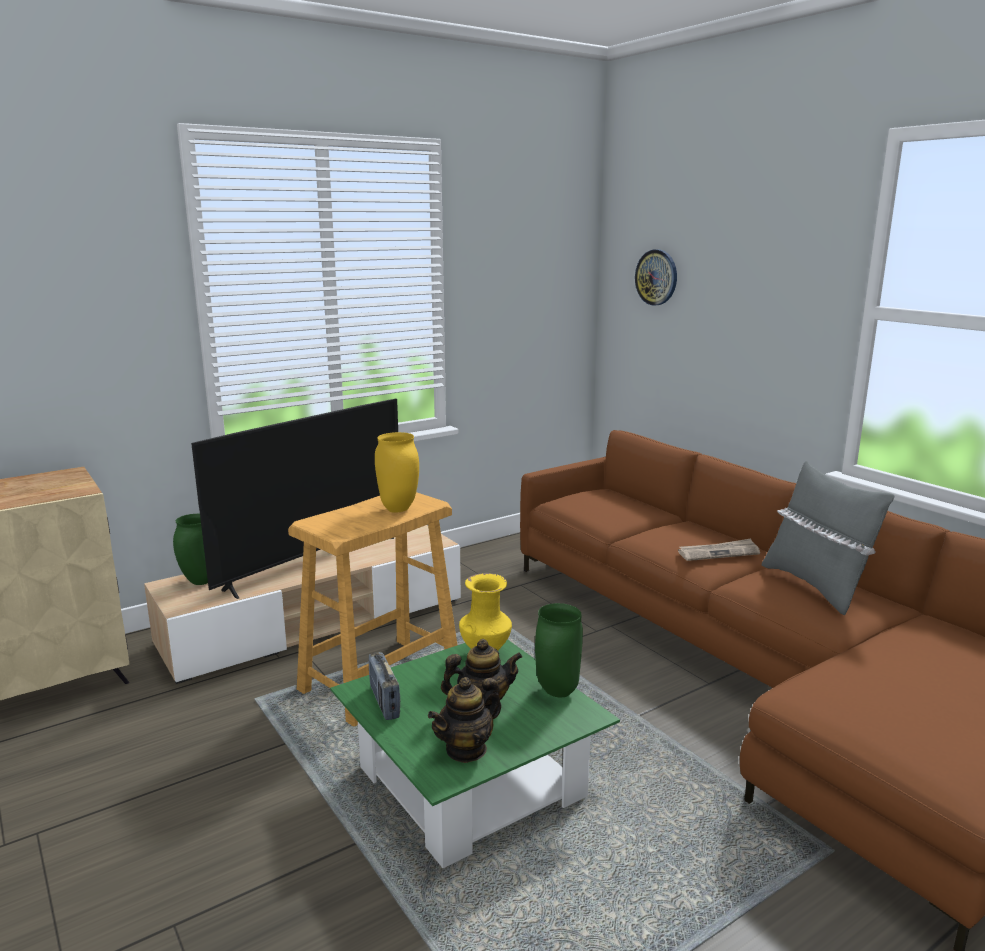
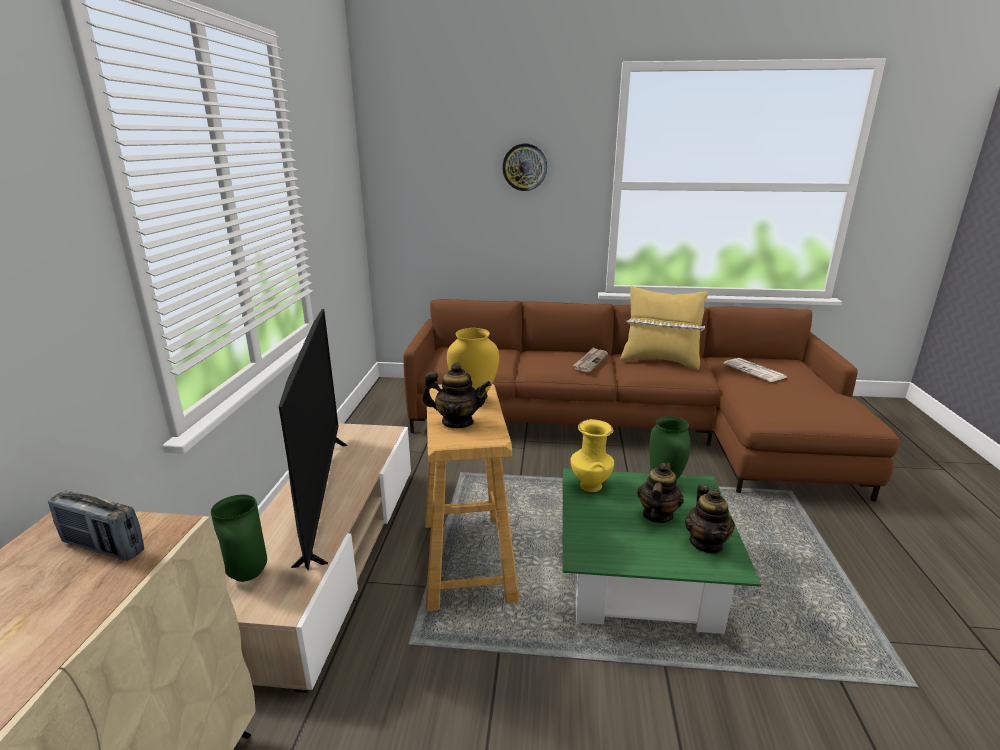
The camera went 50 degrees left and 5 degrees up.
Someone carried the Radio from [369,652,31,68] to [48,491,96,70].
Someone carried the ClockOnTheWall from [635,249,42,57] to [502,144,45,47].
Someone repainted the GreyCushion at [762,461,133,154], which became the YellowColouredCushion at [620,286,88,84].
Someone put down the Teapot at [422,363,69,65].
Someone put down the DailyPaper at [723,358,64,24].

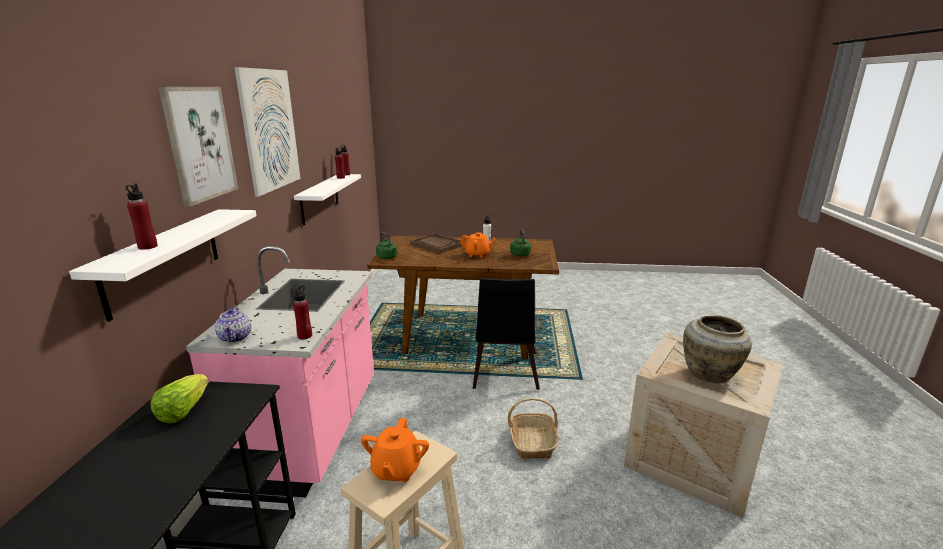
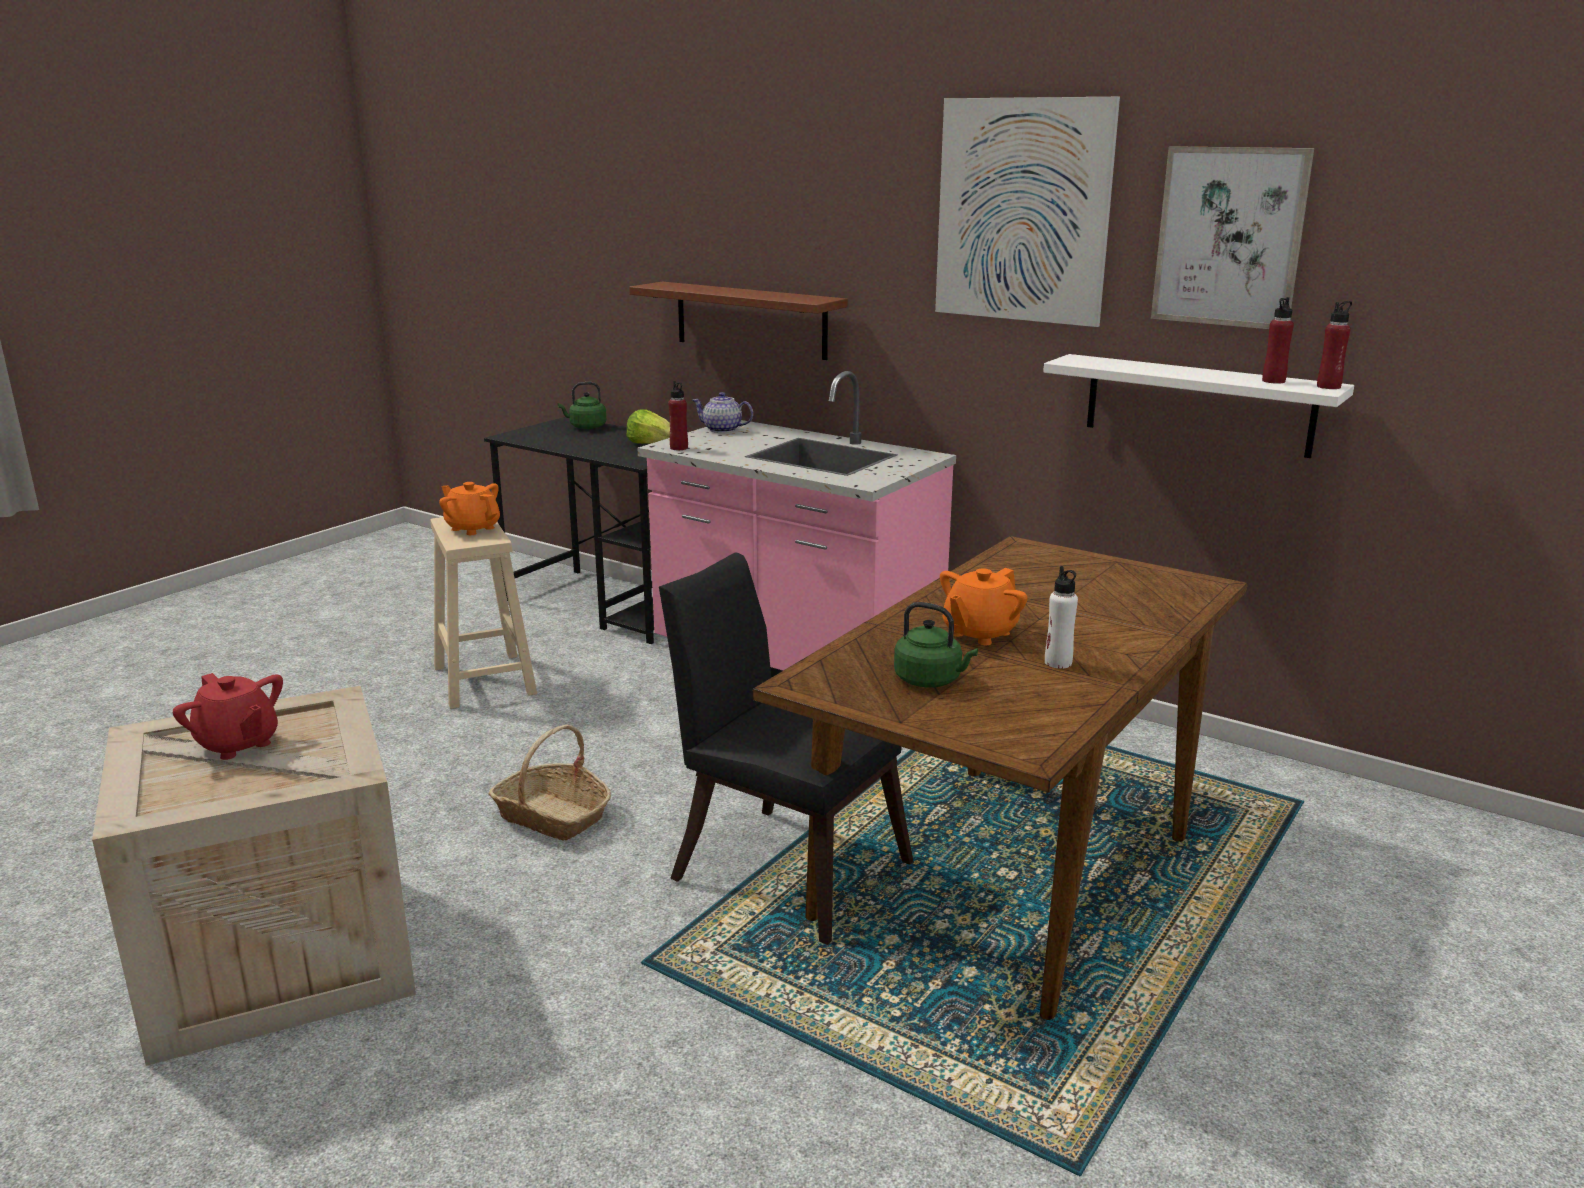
The camera went 120 degrees right and 0 degrees up.
Someone repainted the WhitishBracketShelf at [69,209,188,113], which became the BrownishBracketShelf at [629,282,219,78].
Someone took away the RedColouredDrinkBottle at [125,183,33,67].
Someone carried the WallPicture from [159,87,79,120] to [1151,146,163,183].
Someone carried the GreenTeaKettle from [376,232,22,27] to [558,382,48,47].
Someone took away the BrownishServingTray at [410,234,52,20].
Someone swapped the BeigeColouredVase at [683,315,69,68] for the RedColouredTeapot at [173,673,110,87].

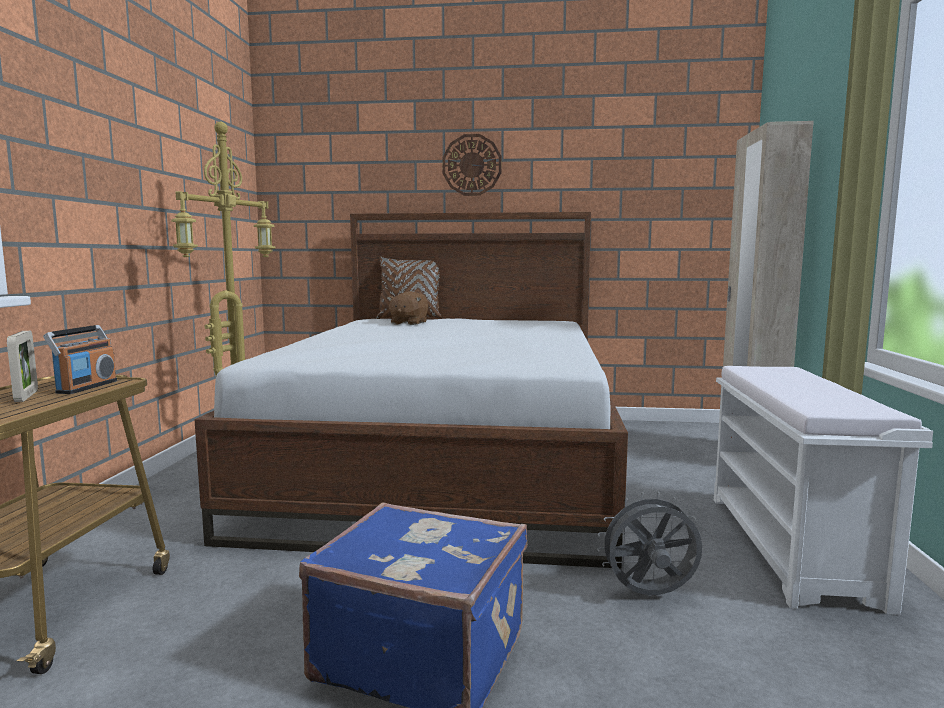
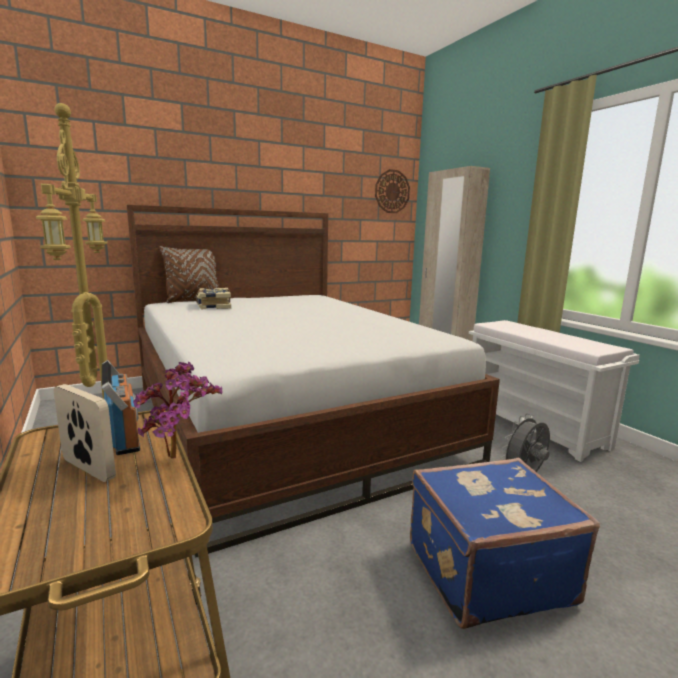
The camera went 35 degrees left and 5 degrees up.
Someone swapped the BrownishPlushToy at [387,291,41,34] for the BoundBook at [196,288,35,21].
Someone carried the ClockOnTheWall from [442,134,60,62] to [375,169,35,44].
Someone put down the PlantInAPot at [133,361,90,97].

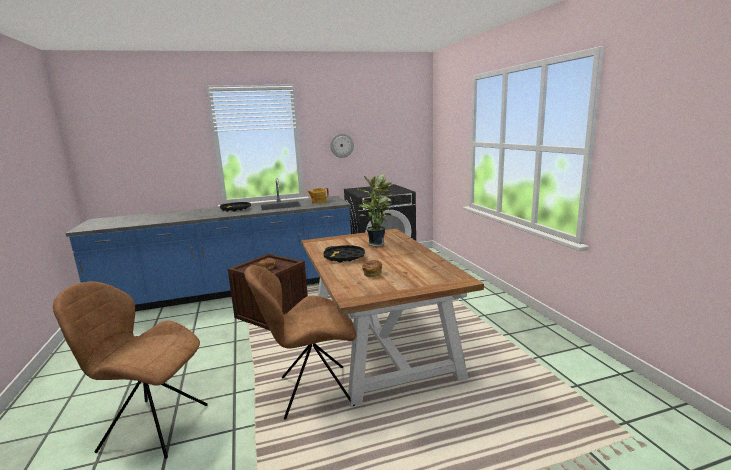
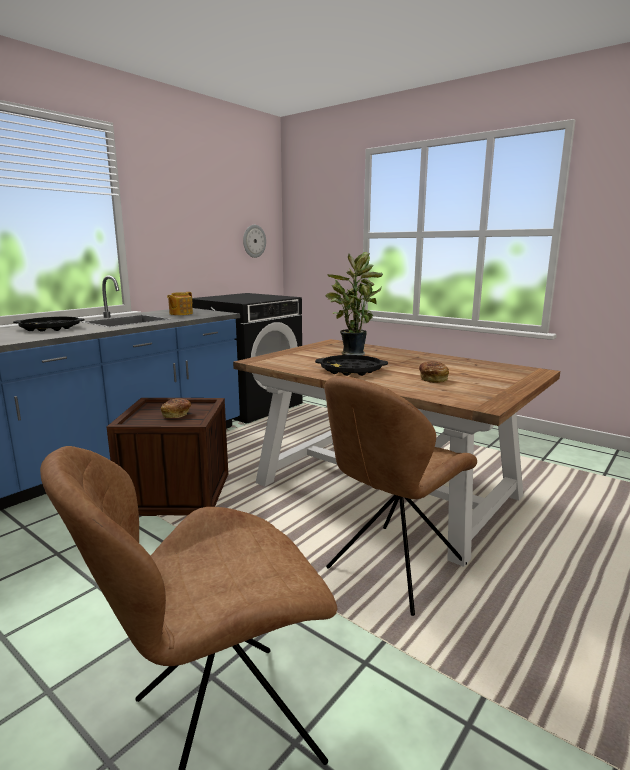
The camera went 35 degrees left and 0 degrees up.
Someone carried the ClockOnTheWall from [330,133,24,25] to [243,225,23,33].

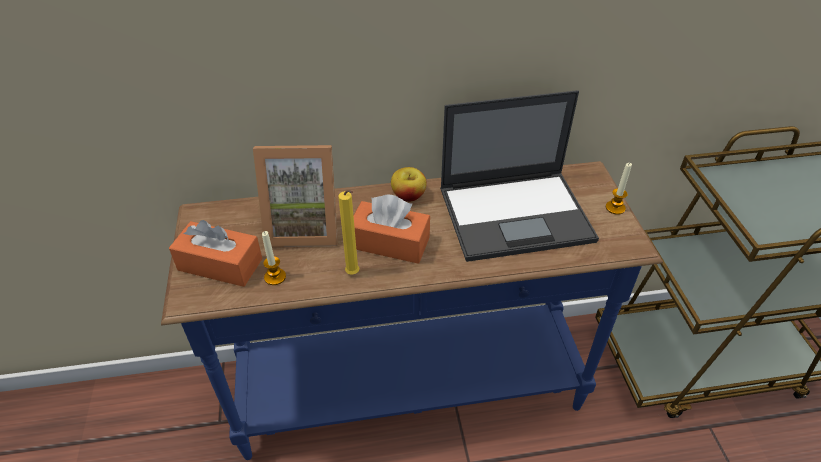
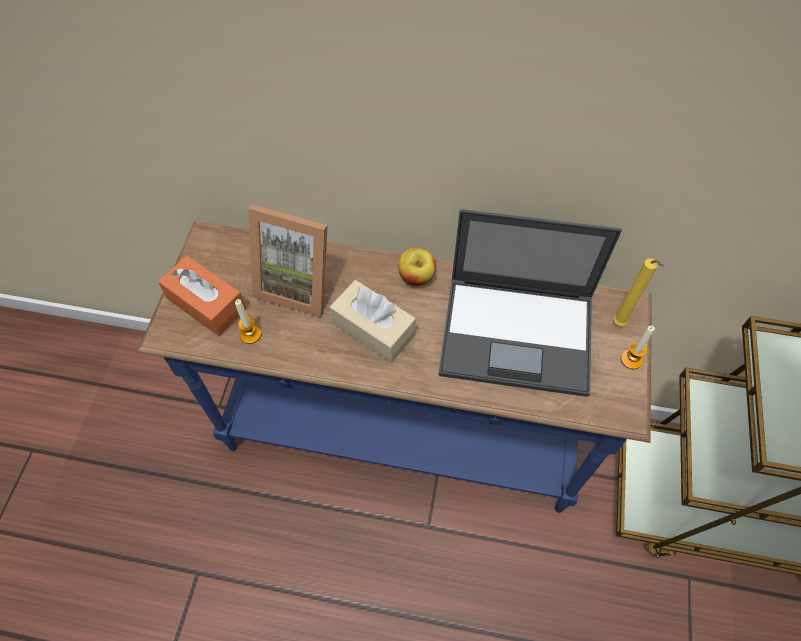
The camera went 20 degrees right and 15 degrees up.
Someone carried the YellowColouredWaxLight from [338,190,22,85] to [613,258,51,68].
Someone repainted the OrangeColouredBoxOfTissues at [353,194,77,70], which became the BeigeColouredBoxOfTissues at [330,280,86,83].

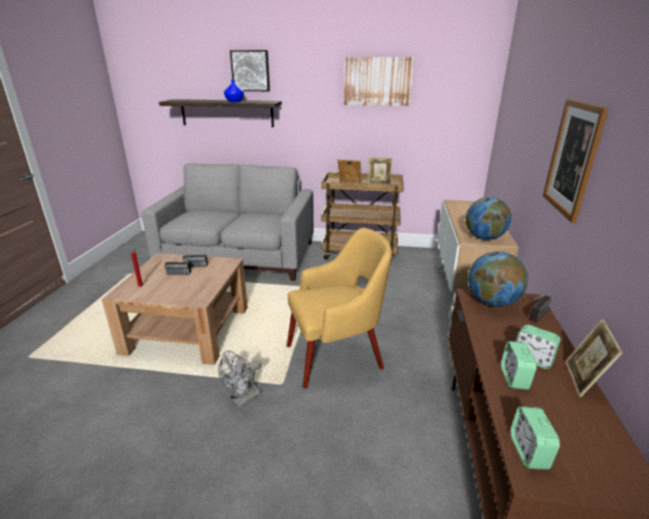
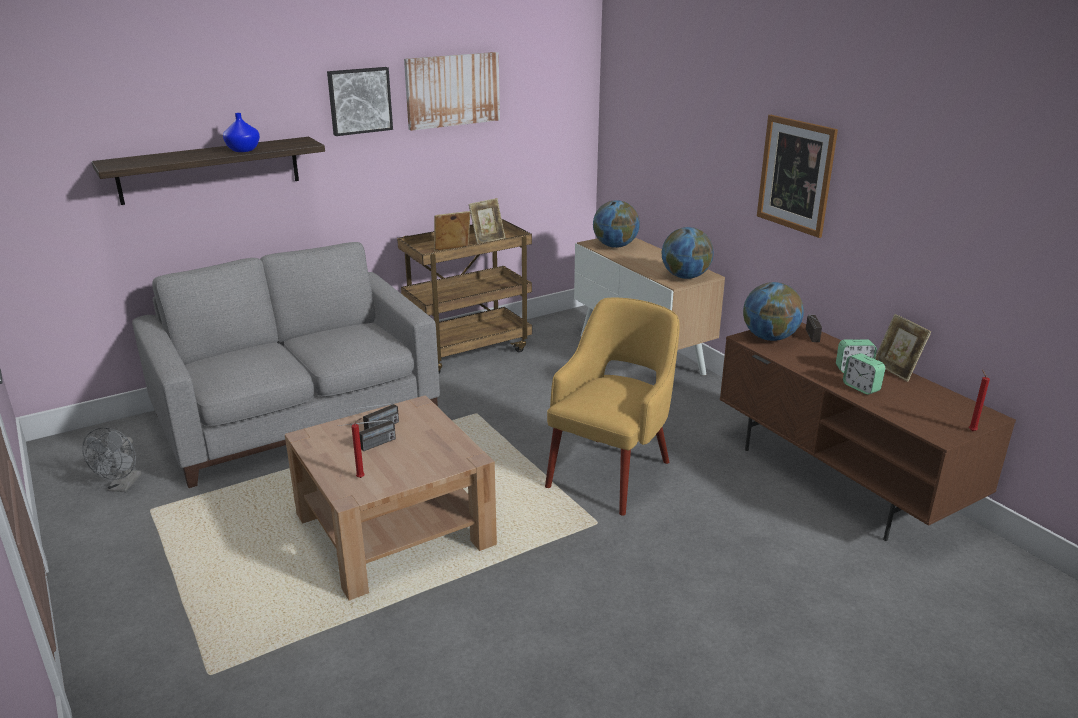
The camera went 40 degrees left and 0 degrees up.
Someone carried the GreyCoolingFan from [218,351,43,56] to [82,427,60,65].
Someone carried the WallPicture from [230,50,40,41] to [327,67,66,69].
Someone took away the AlarmClock at [510,406,50,63].
Someone put down the Globe at [593,200,47,48].
Someone put down the RedColouredWaxLight at [969,369,21,62].

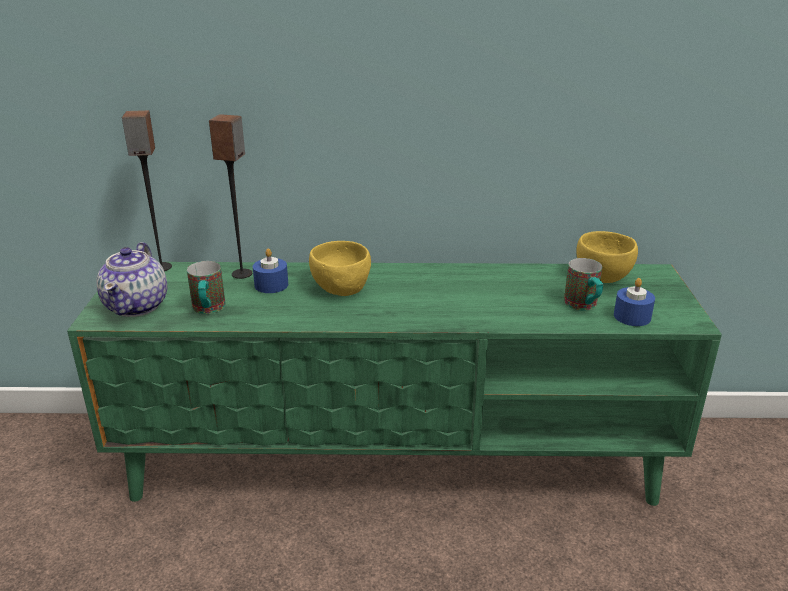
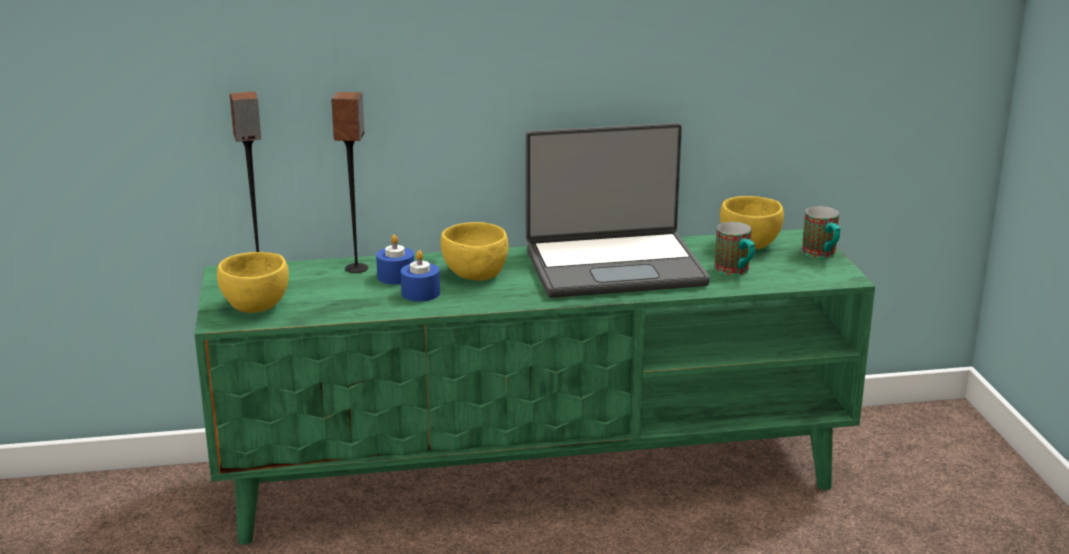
The camera went 10 degrees left and 5 degrees down.
Someone swapped the Teapot at [96,242,71,75] for the YellowColouredDeepDish at [217,252,72,61].
Someone carried the TeaMug from [187,261,39,53] to [802,206,38,52].
Someone carried the BluishWaxLight from [614,278,41,48] to [401,250,39,52].
Someone put down the PortableComputer at [526,123,184,175].

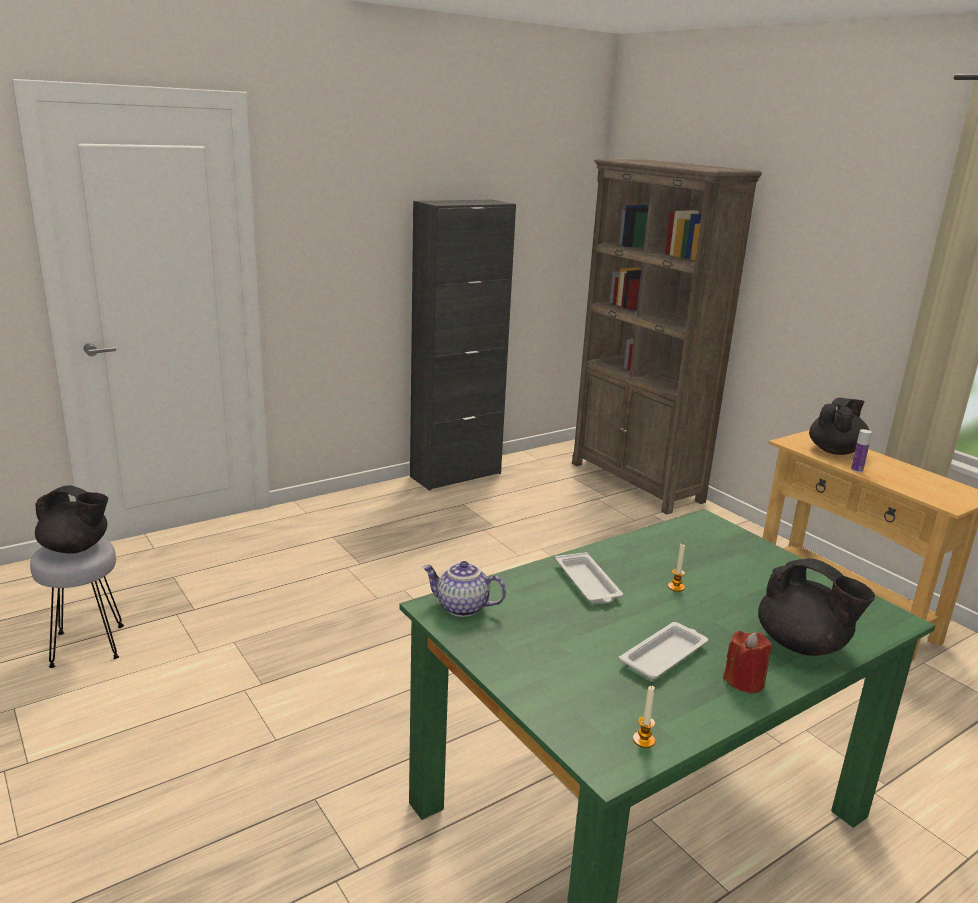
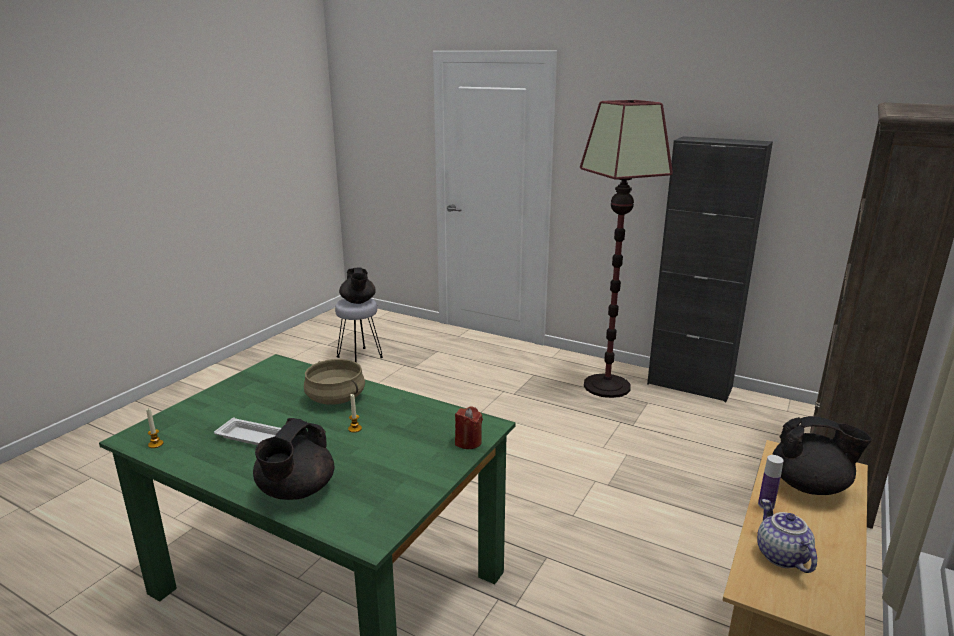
The camera went 65 degrees right and 0 degrees up.
Someone carried the Teapot from [422,561,84,56] to [757,499,60,74].
Someone swapped the WhitishServingTray at [555,552,68,51] for the BeigeColouredStockpot at [304,359,61,46].
Someone carried the RedColouredWaxLight from [723,631,49,63] to [455,406,28,43].
Someone put down the StandardLamp at [580,100,93,298].

